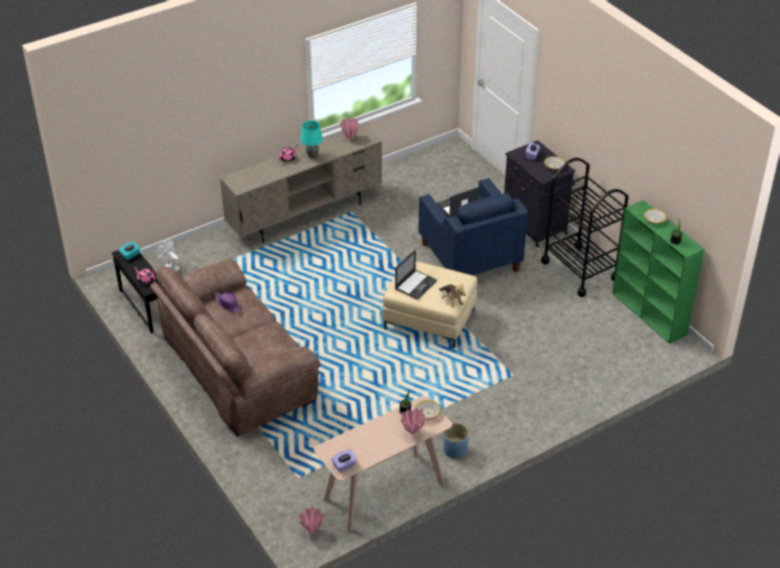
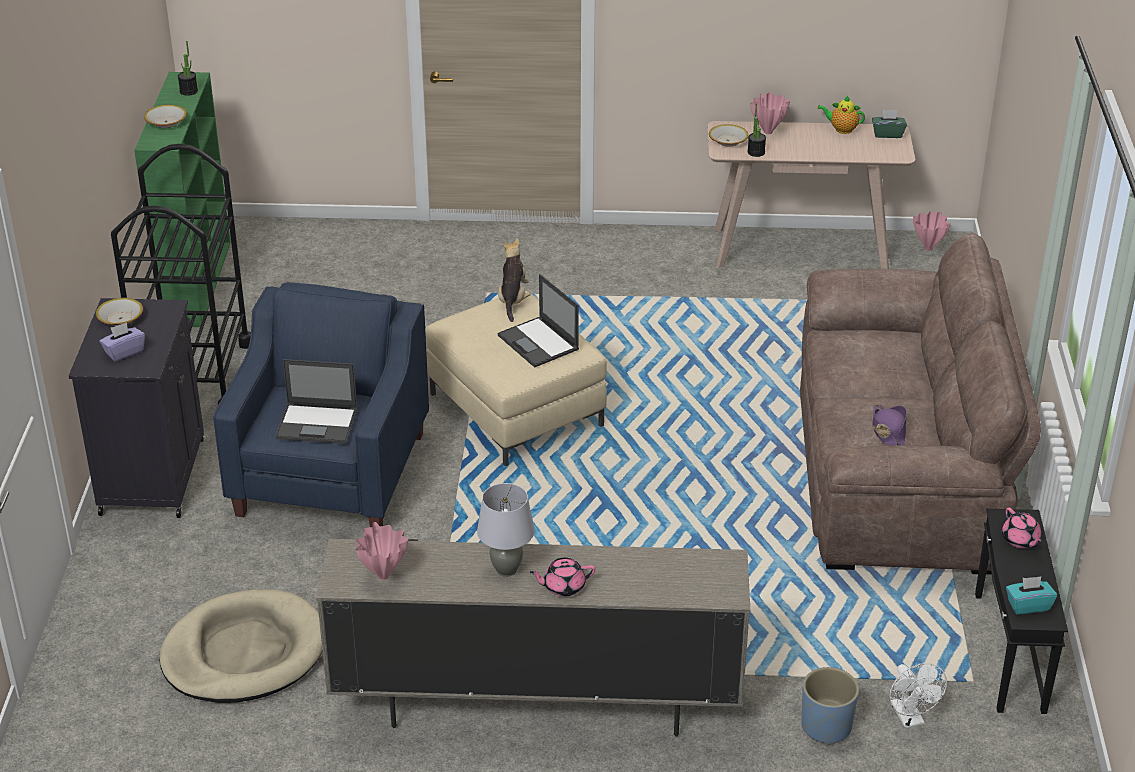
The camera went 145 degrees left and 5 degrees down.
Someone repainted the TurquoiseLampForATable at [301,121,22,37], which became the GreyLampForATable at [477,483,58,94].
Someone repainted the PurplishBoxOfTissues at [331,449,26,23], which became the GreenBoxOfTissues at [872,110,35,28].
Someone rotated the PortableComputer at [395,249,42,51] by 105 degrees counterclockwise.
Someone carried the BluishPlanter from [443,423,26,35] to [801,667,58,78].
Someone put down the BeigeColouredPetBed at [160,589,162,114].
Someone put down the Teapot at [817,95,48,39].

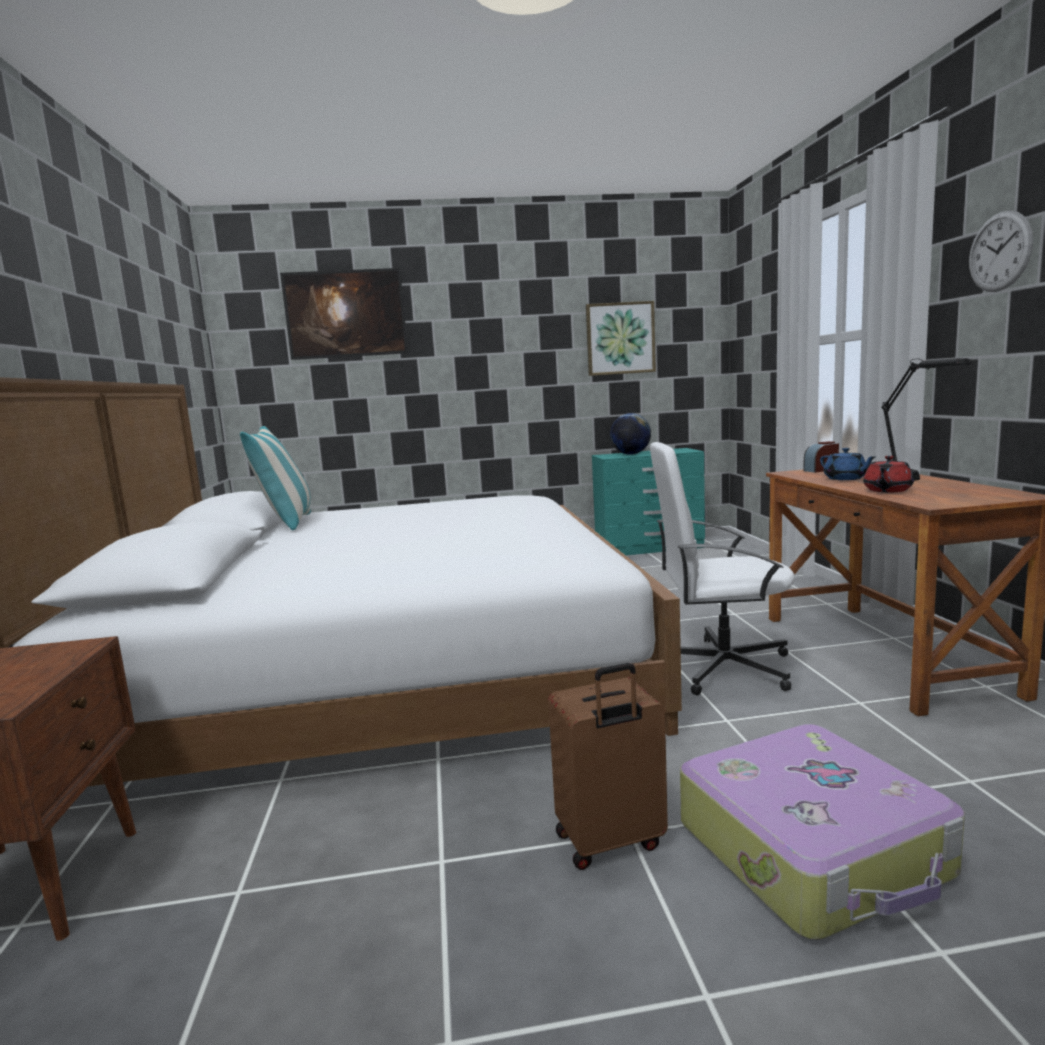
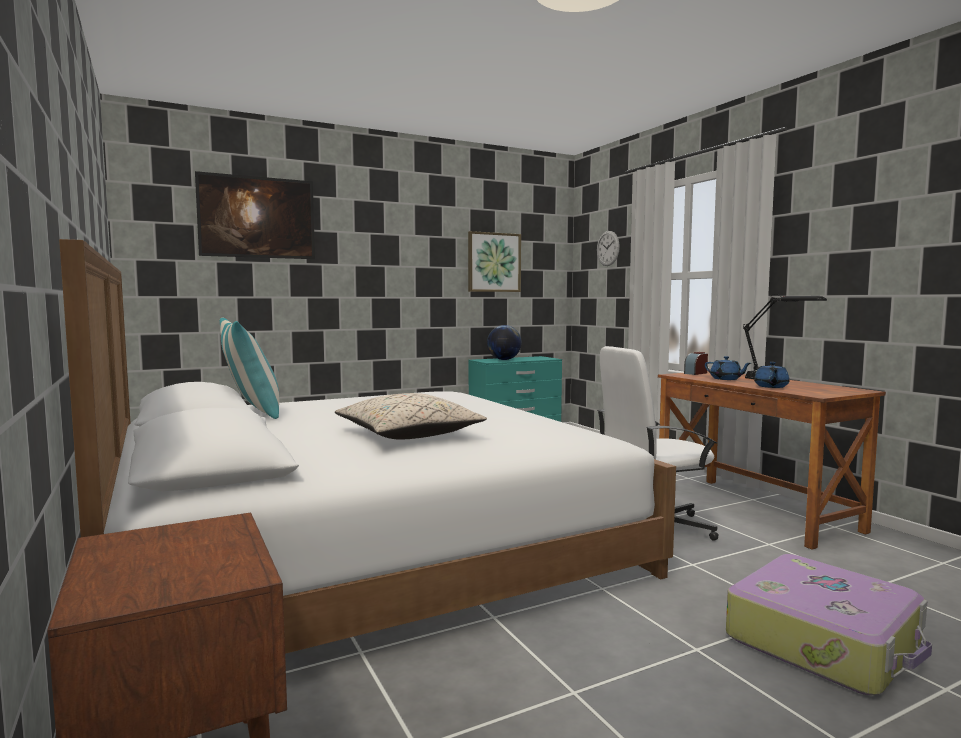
The camera went 20 degrees left and 5 degrees down.
Someone took away the BrownishPieceOfLuggage at [548,663,120,207].
Someone repainted the RedColouredTeapot at [863,456,51,36], which became the BluishTeapot at [754,362,36,26].
Someone carried the ClockOnTheWall from [969,210,64,82] to [597,231,23,35].
Someone put down the BeigeColouredCushion at [335,393,152,47].

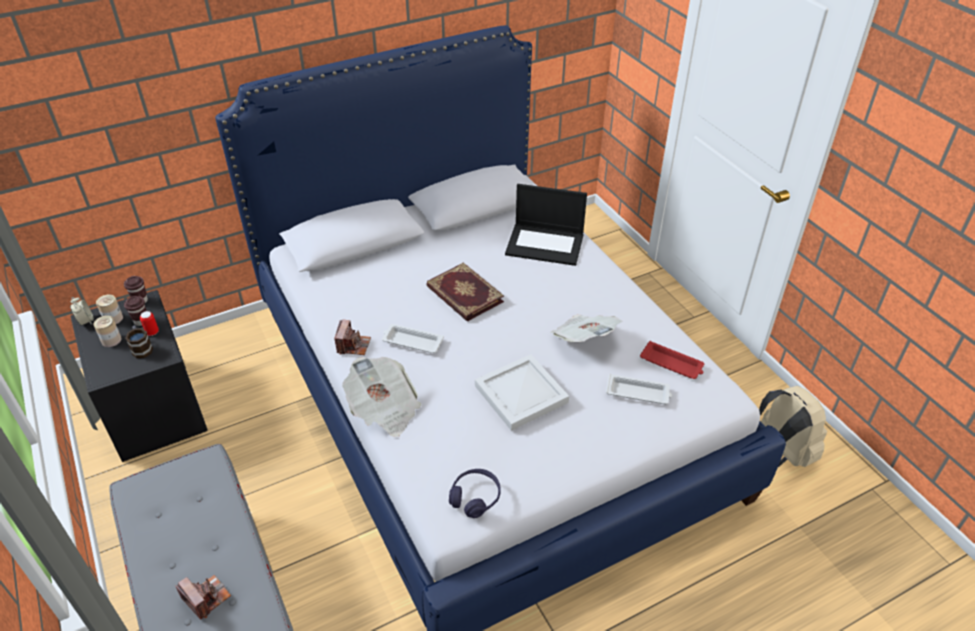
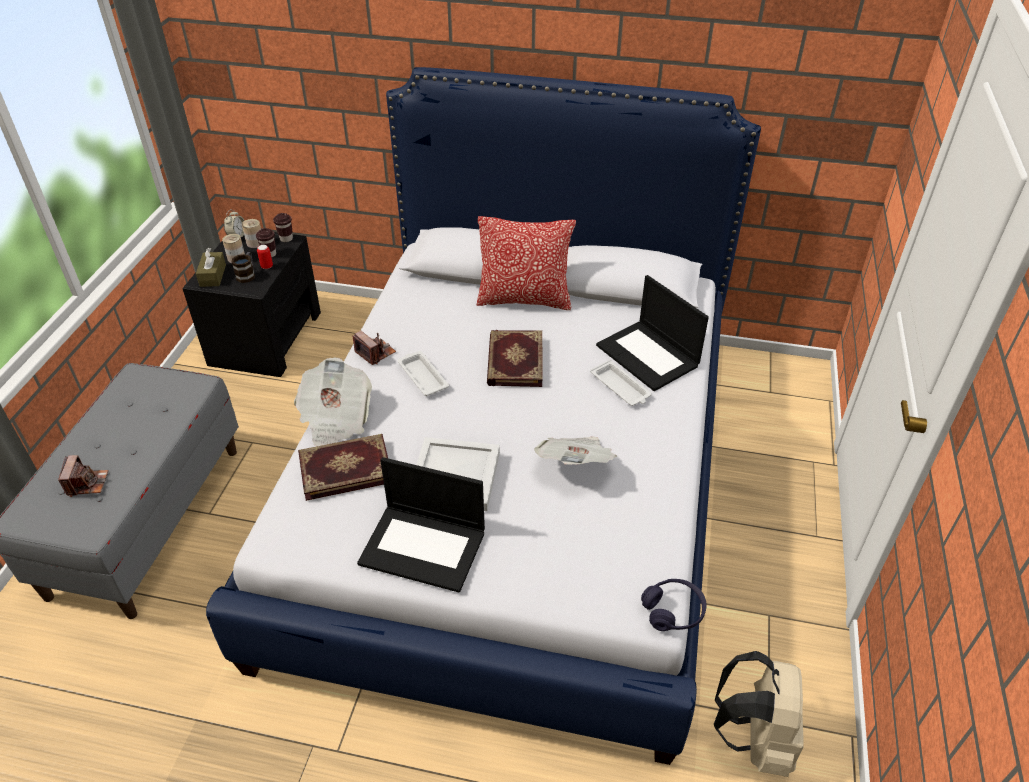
The camera went 40 degrees right and 0 degrees up.
Someone rotated the PhotoCamera at [334,319,37,36] by 90 degrees counterclockwise.
Someone carried the PurplishPairOfHeadphones from [449,469,52,49] to [641,579,66,52].
Someone carried the WhitishServingTray from [606,374,66,30] to [590,360,62,46].
Someone took away the RedColouredServingTray at [640,341,64,38].
Someone put down the BrownishBoxOfTissues at [196,248,30,39].
Someone put down the BoundBook at [298,434,90,67].
Someone put down the PortableComputer at [357,457,128,136].
Someone put down the Cushion at [477,216,99,94].

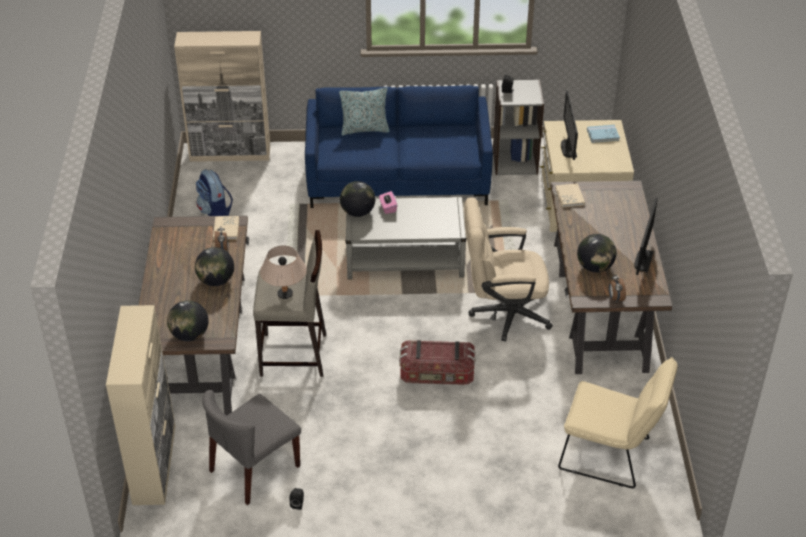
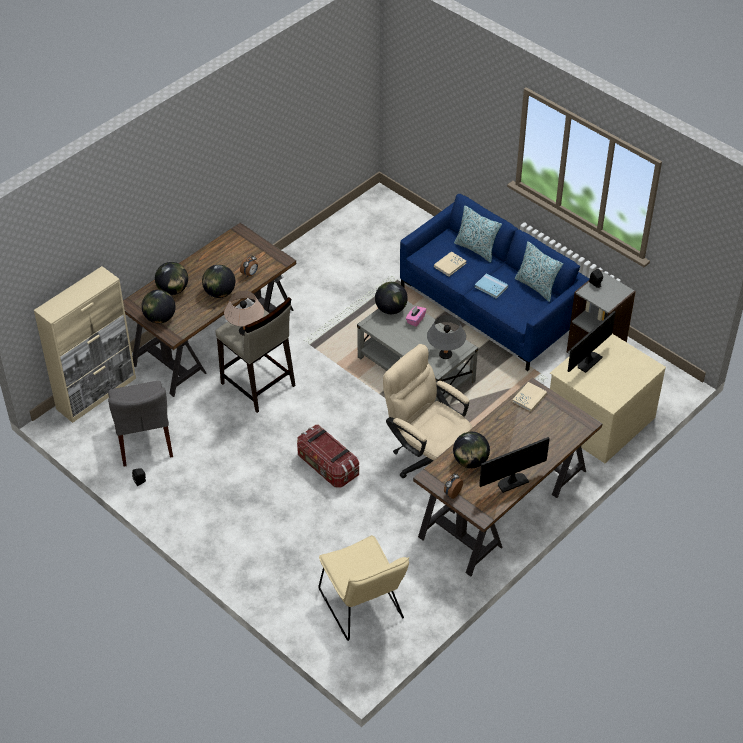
The camera went 45 degrees right and 5 degrees up.
Someone took away the BeigeColouredCupboard at [174,31,96,131].
Someone took away the Rucksack at [196,169,37,47].
Someone rotated the GreyChair at [202,390,99,115] by 105 degrees counterclockwise.
Someone carried the BeigeColouredBoundBook from [213,216,26,24] to [434,251,33,26].
Someone carried the BluishBoundBook from [587,125,33,18] to [475,274,33,25].
Someone put down the Globe at [155,262,33,33].
Someone put down the GreyLampForATable at [427,315,39,44].
Someone put down the Cushion at [515,241,48,61].

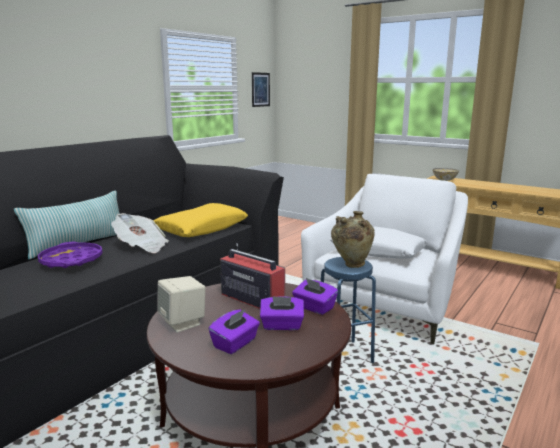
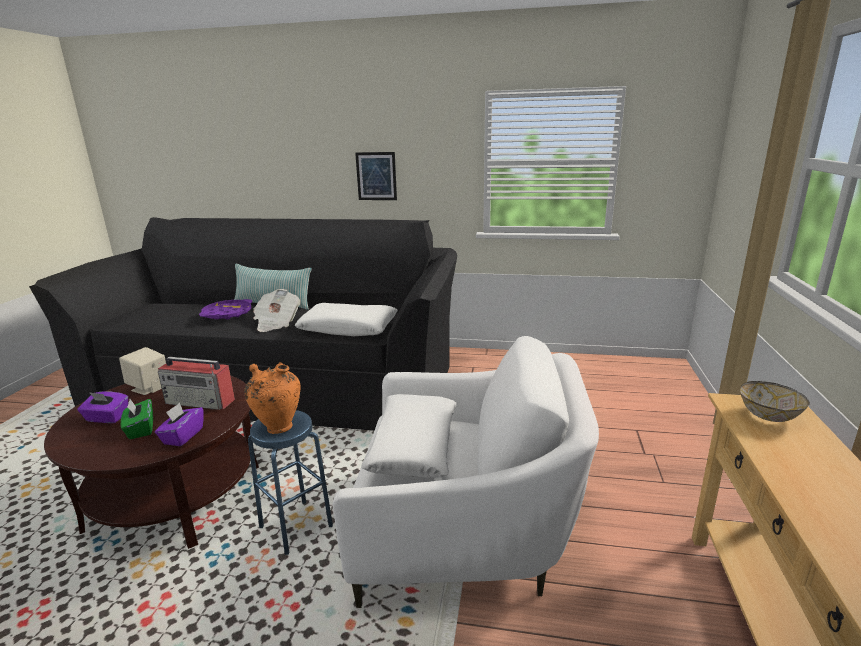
The camera went 65 degrees right and 5 degrees up.
Someone repainted the YellowColouredCushion at [154,203,94,34], which became the WhitishCushion at [295,303,103,33].
Someone rotated the Radio at [220,243,65,66] by 90 degrees clockwise.
Someone carried the WallPicture from [252,72,18,35] to [355,152,42,48].
Someone repainted the PurplishBoxOfTissues at [260,296,44,34], which became the GreenBoxOfTissues at [121,399,32,40].
Someone repainted the BeigeColouredVase at [331,211,43,57], which became the OrangeColouredVase at [244,362,57,72].

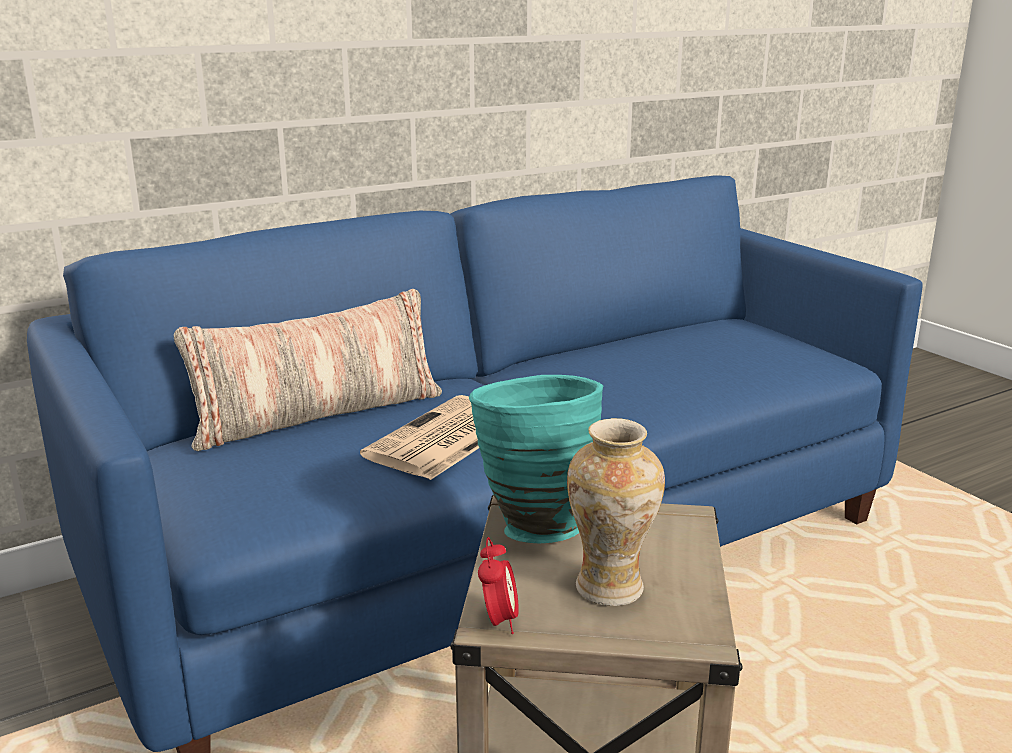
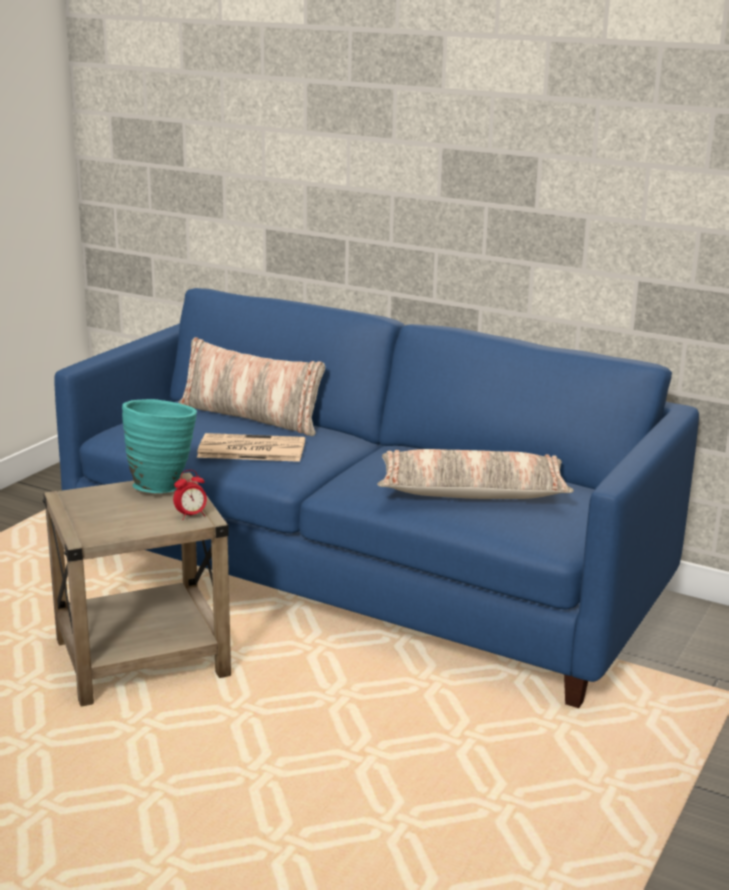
The camera went 60 degrees right and 0 degrees up.
Someone carried the AlarmClock from [478,537,41,97] to [173,470,34,50].
Someone took away the Vase at [567,418,98,188].
Someone put down the Cushion at [377,449,197,50].

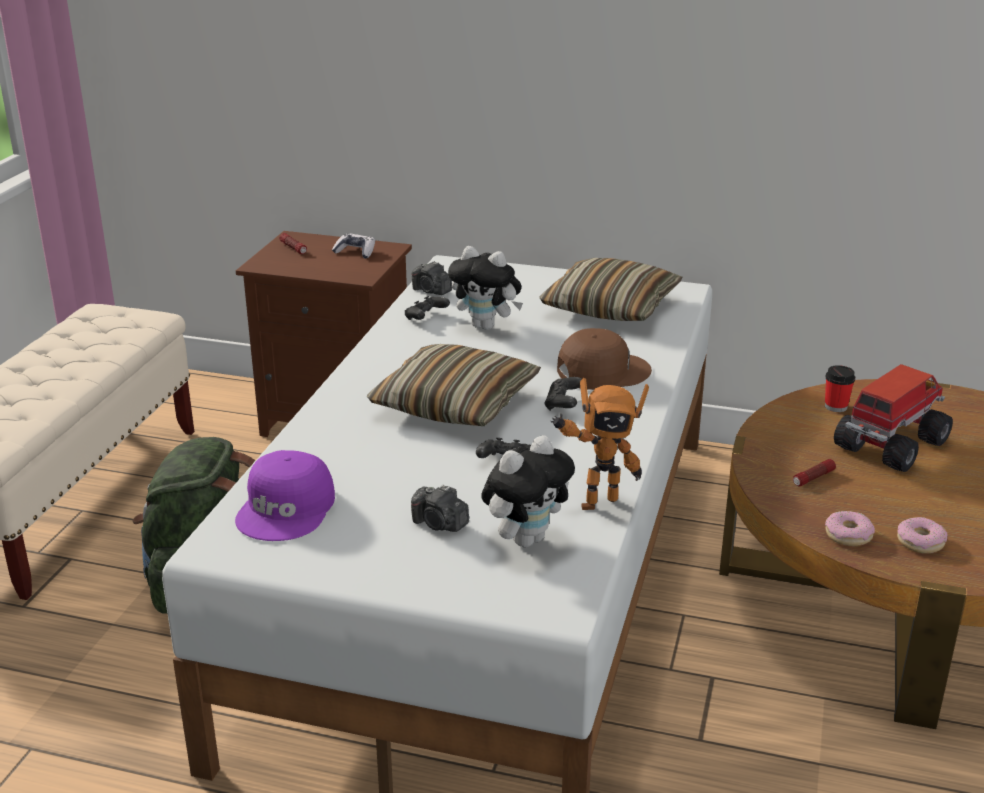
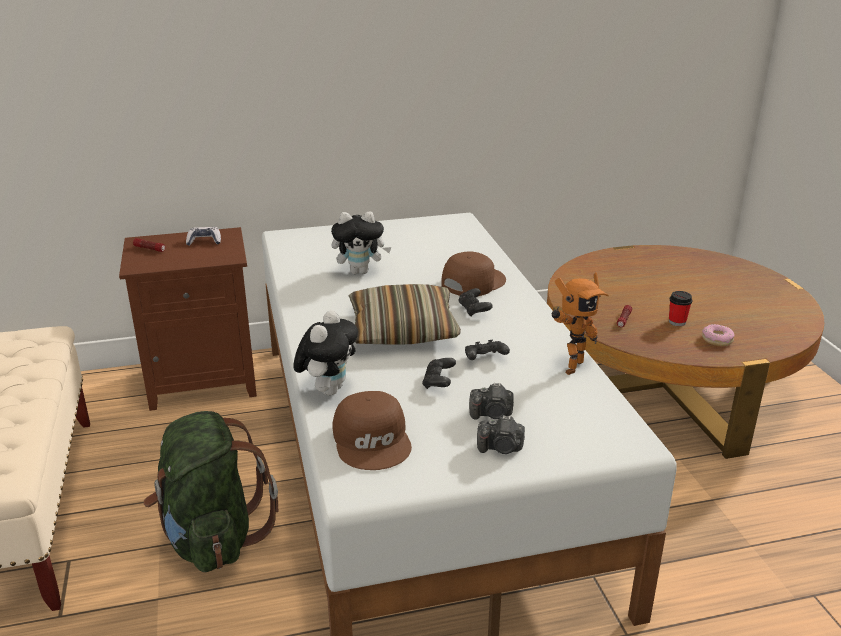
The camera went 30 degrees left and 0 degrees up.
Someone repainted the PurplishCap at [235,450,100,91], which became the BrownishCap at [333,391,79,79].
Someone carried the BlackGamepad from [405,296,45,24] to [422,358,34,31].
Someone carried the PhotoCamera from [412,261,40,34] to [477,415,48,39].
Someone carried the PlushToy from [481,435,94,112] to [293,310,65,85].
Someone took away the Cushion at [539,258,143,63].
Someone carried the DrinkingCup from [825,365,30,47] to [669,291,23,35].
Someone took away the Doughnut at [825,511,50,35].
Someone took away the ToyLorry at [834,364,119,108].

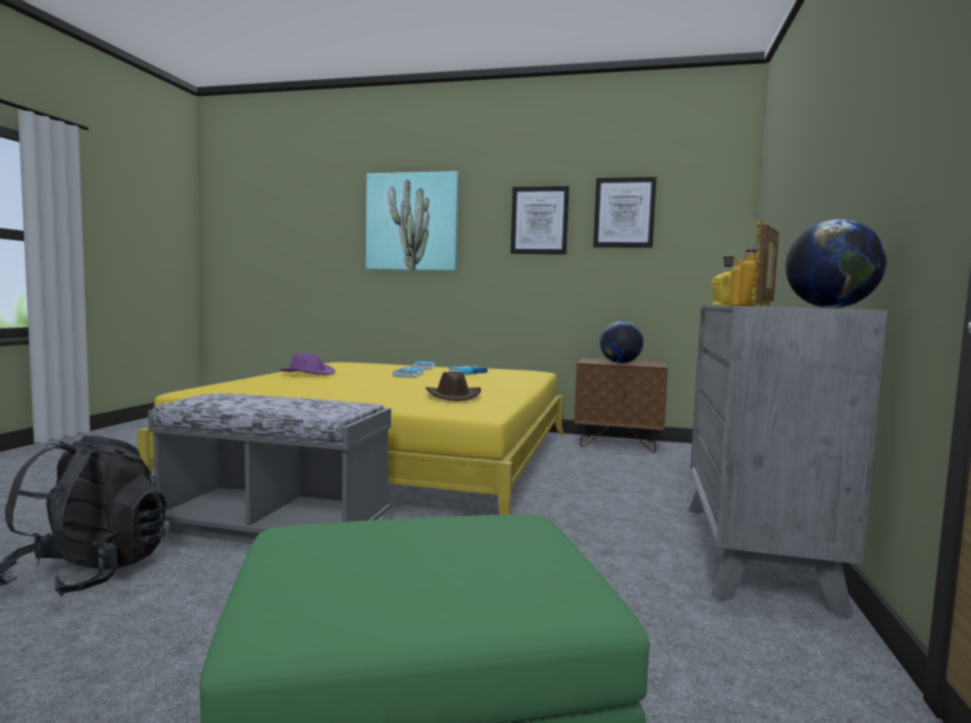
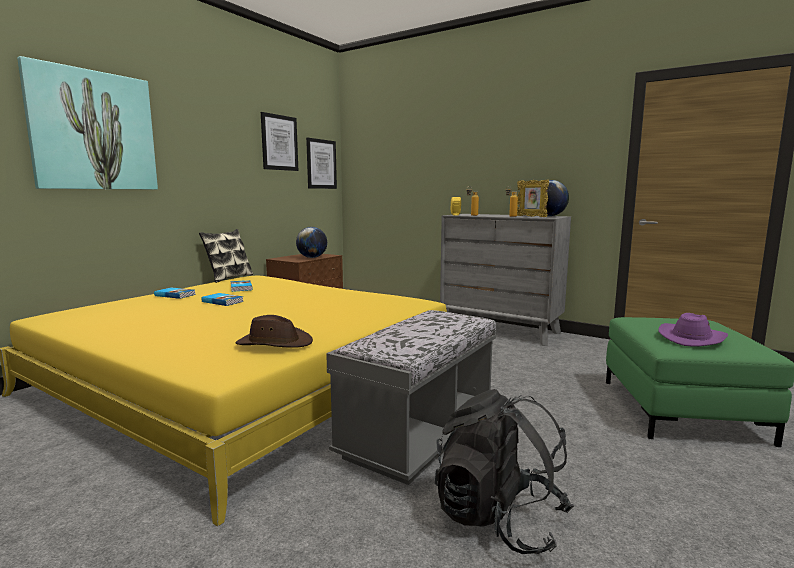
The camera went 70 degrees left and 5 degrees up.
Someone carried the PurplishHat from [280,353,56,22] to [658,313,70,34].
Someone carried the BrownishHat from [426,372,55,29] to [236,315,77,33].
Someone carried the WallPicture from [511,186,58,69] to [306,138,31,51].
Someone put down the Cushion at [199,229,54,54].

